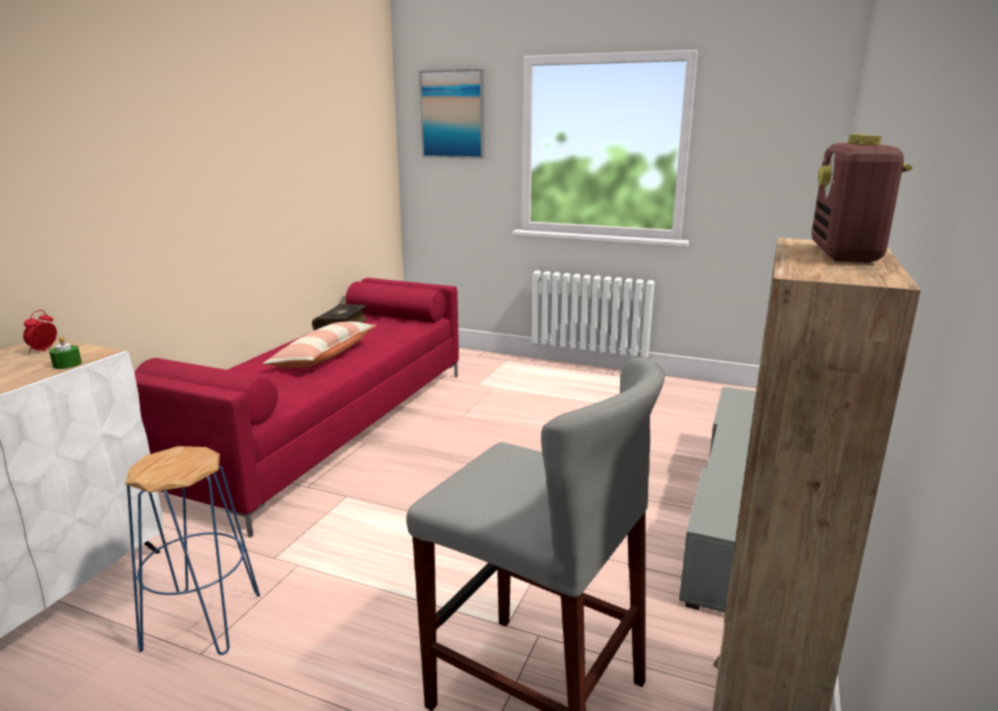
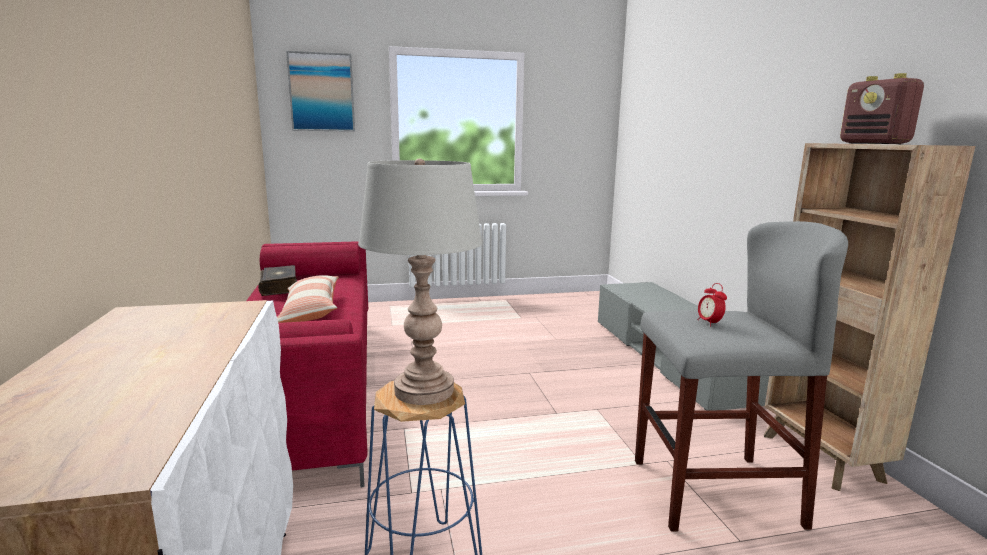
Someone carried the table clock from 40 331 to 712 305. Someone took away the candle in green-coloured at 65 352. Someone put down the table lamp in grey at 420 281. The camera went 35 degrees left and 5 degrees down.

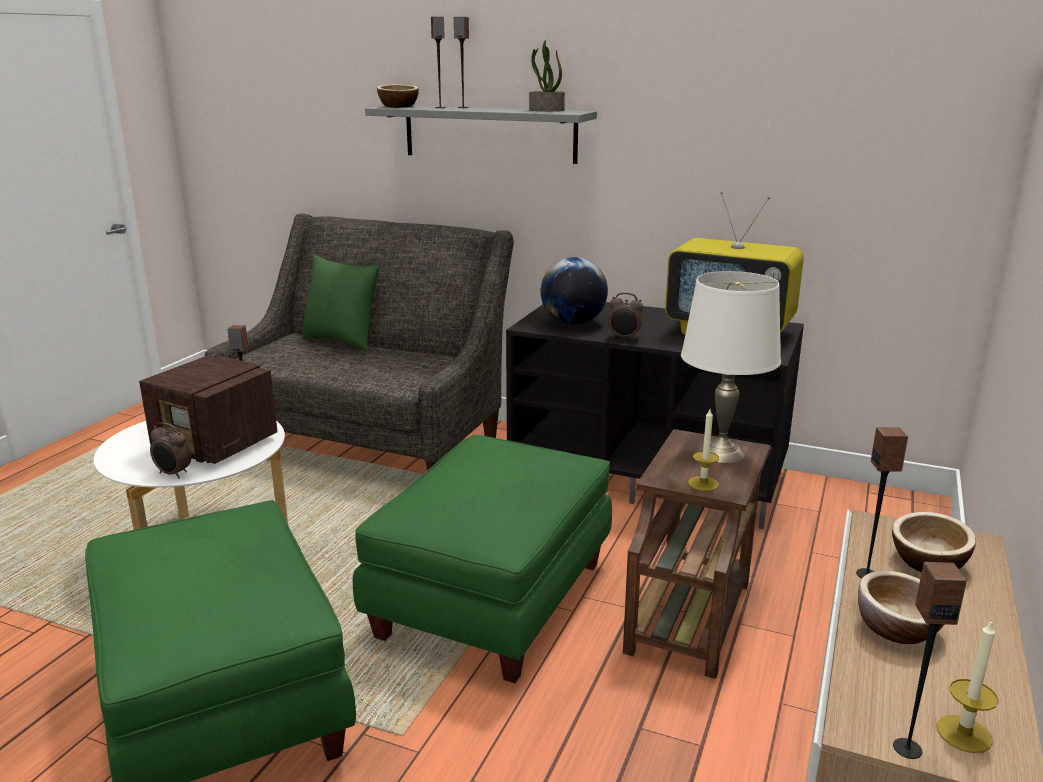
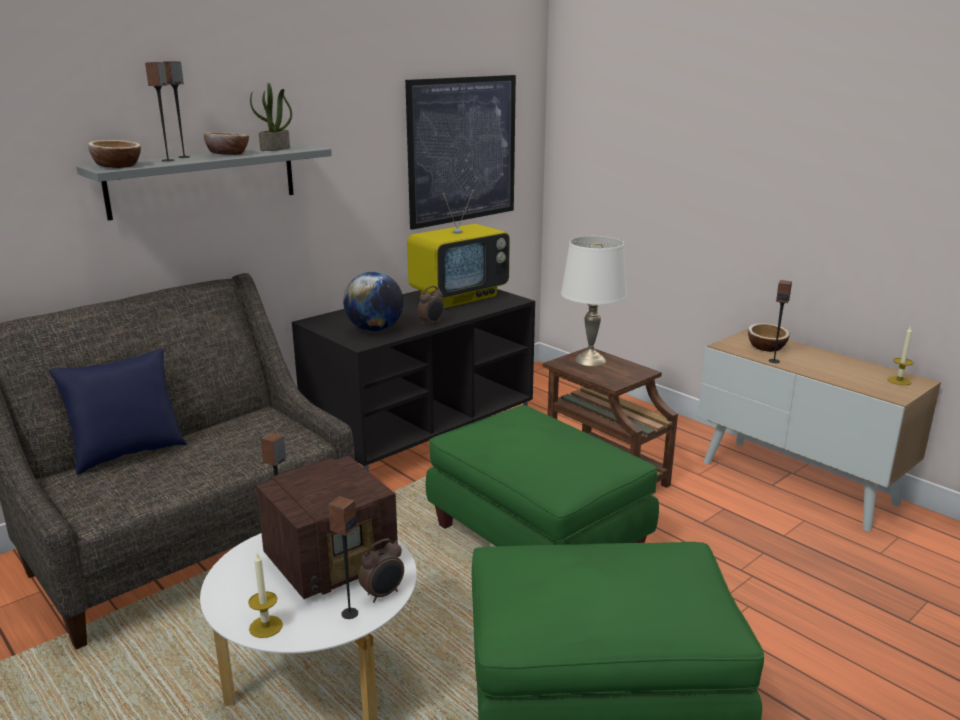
Someone repainted the pillow in green-coloured at 341 303, which became the pillow in blue at 118 411. Someone carried the candle from 703 450 to 265 595. Someone carried the deep dish from 901 607 to 226 143. Someone carried the speaker from 930 660 to 343 557. Someone put up the picture at 460 152. The camera went 65 degrees left and 0 degrees up.

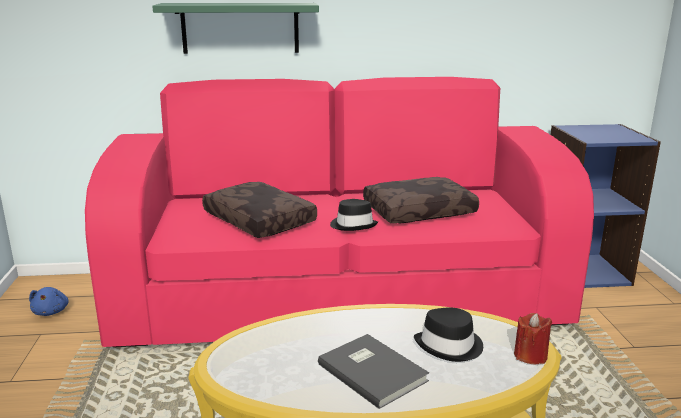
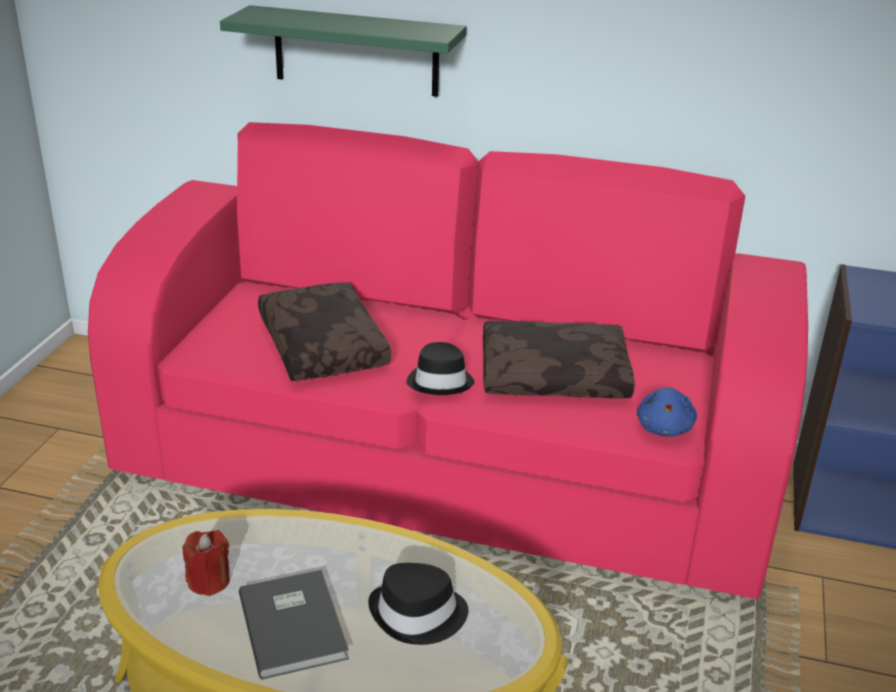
Someone carried the cuddly toy in blue from 49 301 to 667 412. Someone carried the candle in red from 533 338 to 206 563. The camera went 20 degrees right and 10 degrees up.

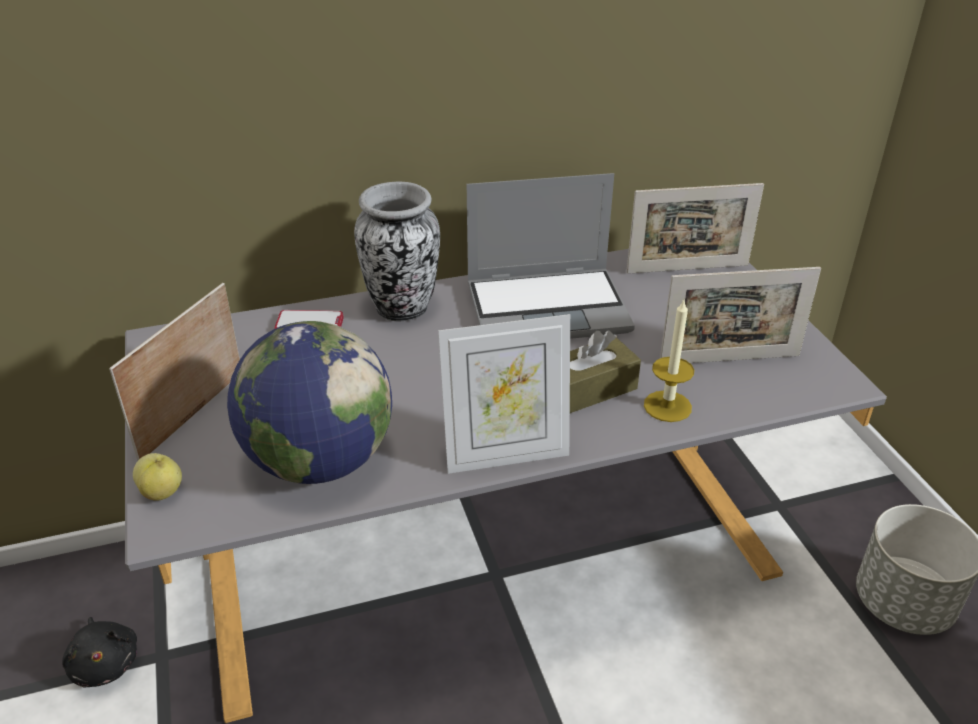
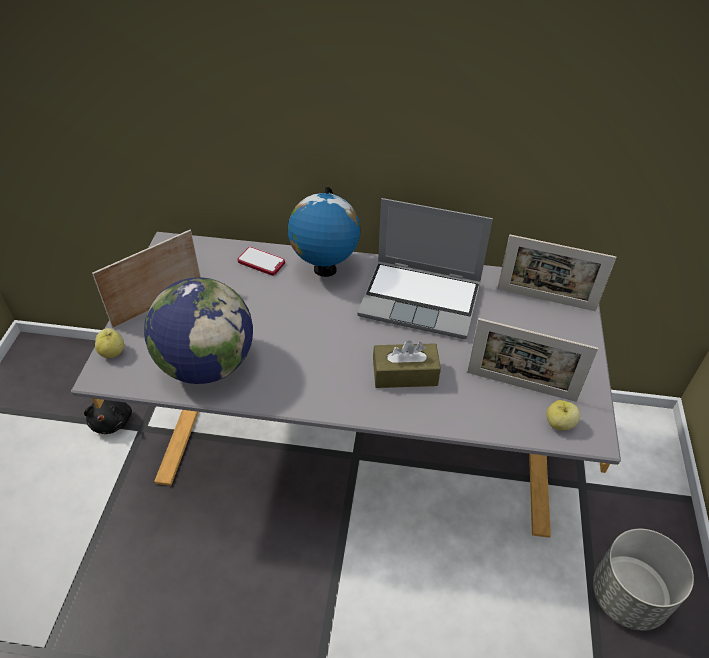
Someone swapped the flower vase at 397 251 for the desk globe at 324 232. Someone took away the standing frame at 504 394. Someone took away the candle at 669 360. Someone put down the whole apple at 563 415. The camera went 25 degrees right and 10 degrees up.

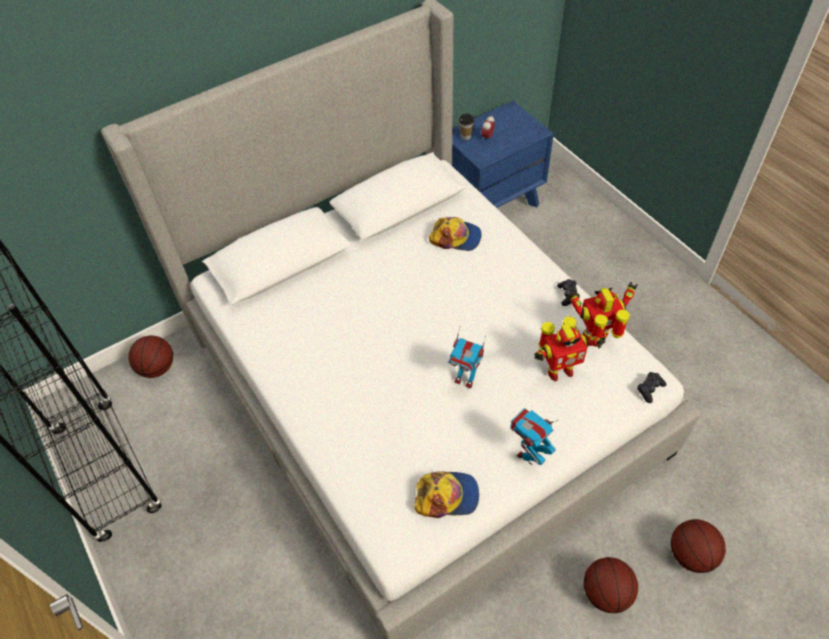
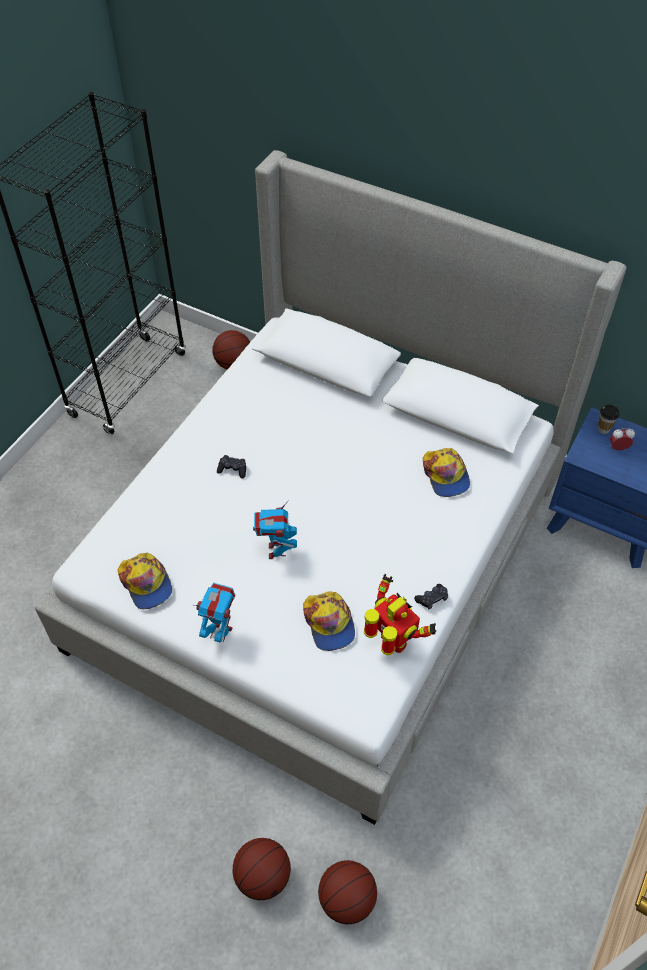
Someone swapped the model robot at 570 348 for the baseball cap at 329 621. Someone carried the basketball ball from 611 585 to 347 892. Someone carried the joypad in black-coloured from 651 387 to 231 467. The camera went 60 degrees right and 0 degrees up.

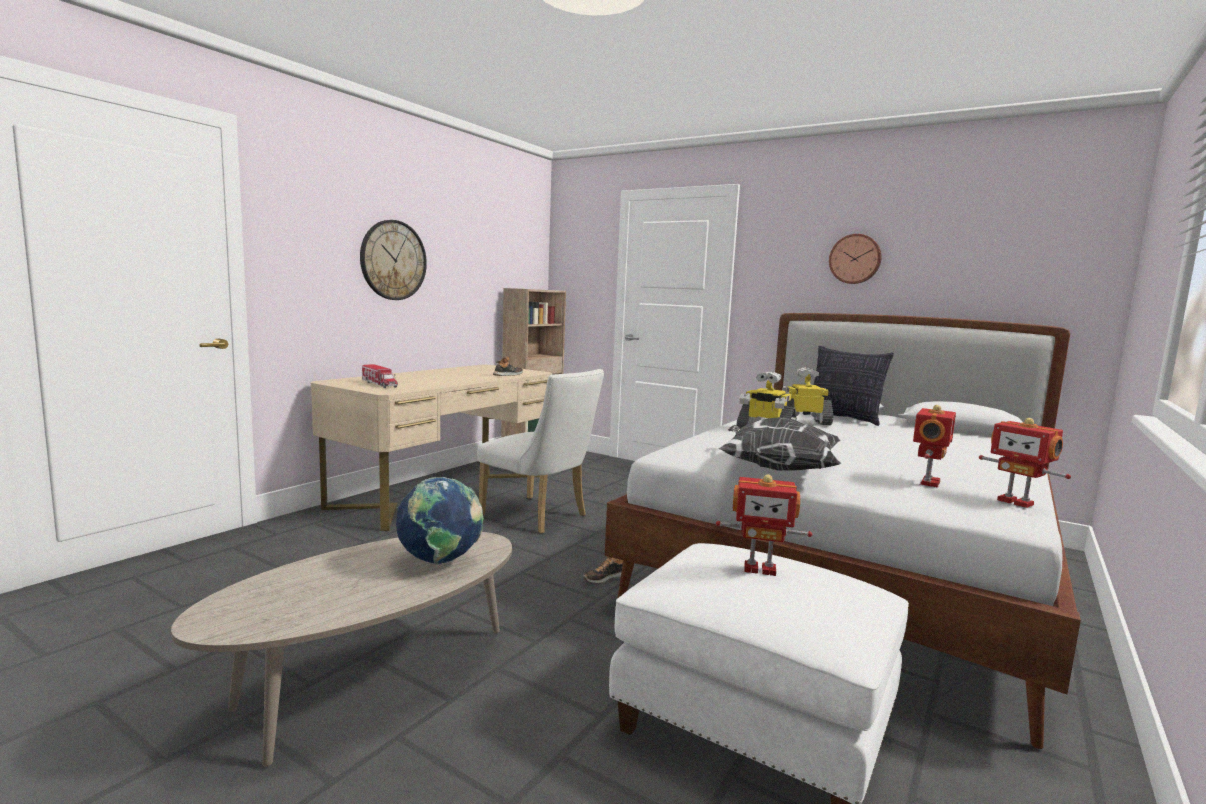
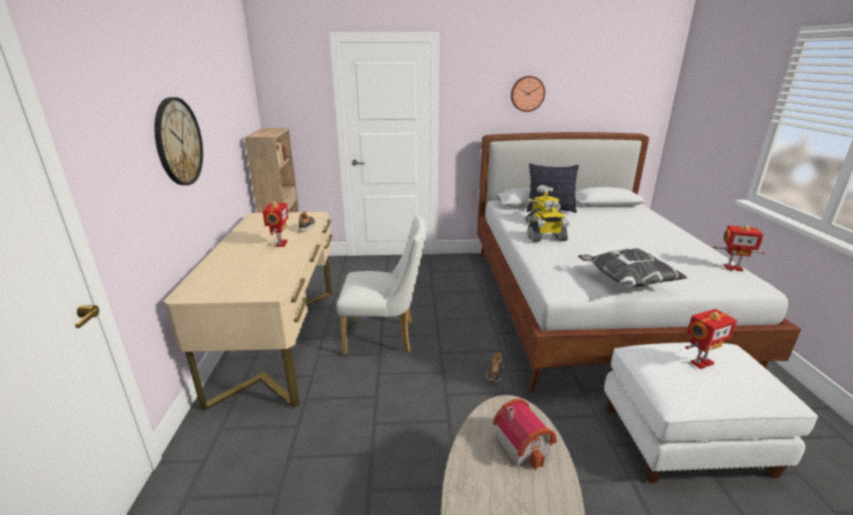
Someone took away the toy truck at 380 376. Someone swapped the desk globe at 440 521 for the toy house at 525 434. Someone carried the model robot from 934 446 to 276 224. The camera went 35 degrees left and 15 degrees up.

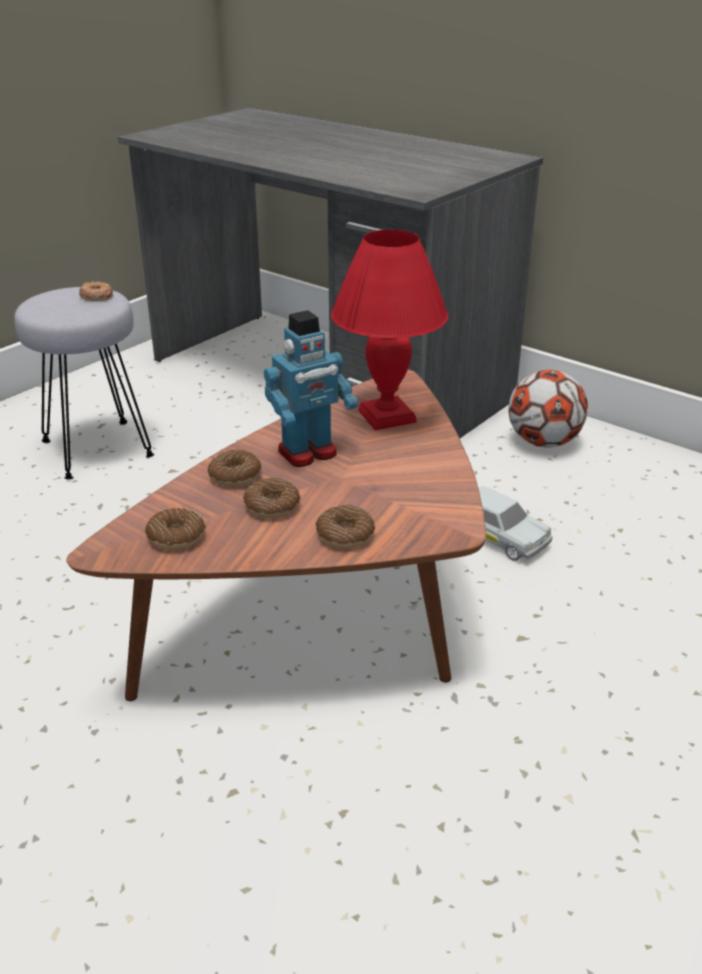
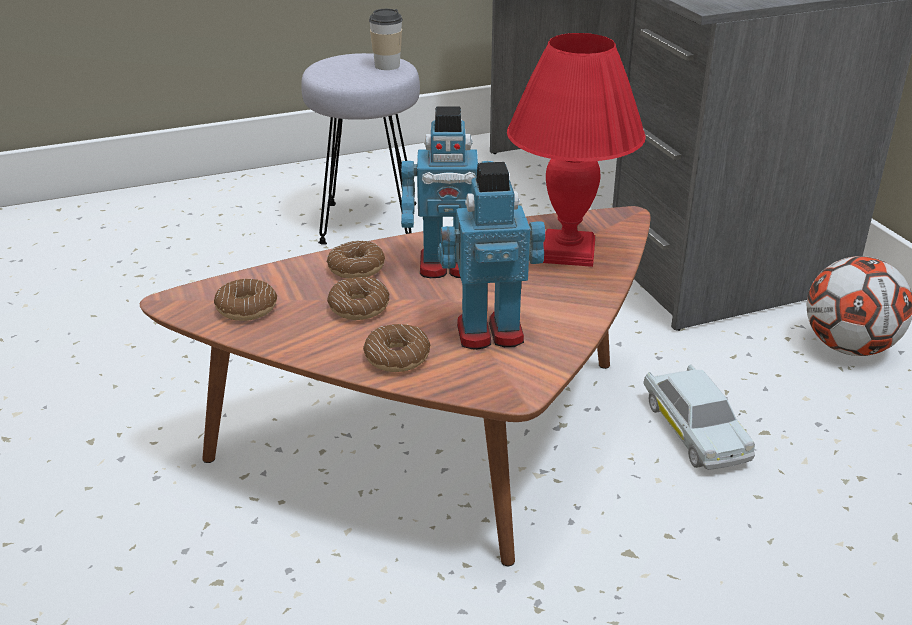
Someone swapped the doughnut at 96 291 for the drinking cup at 386 39. Someone put down the model robot at 491 256. The camera went 30 degrees right and 0 degrees up.

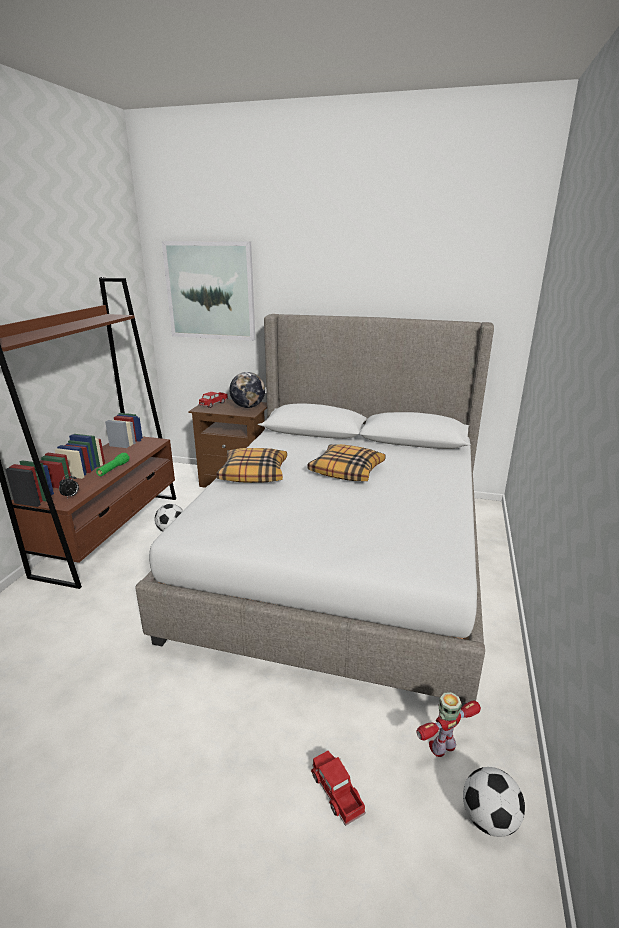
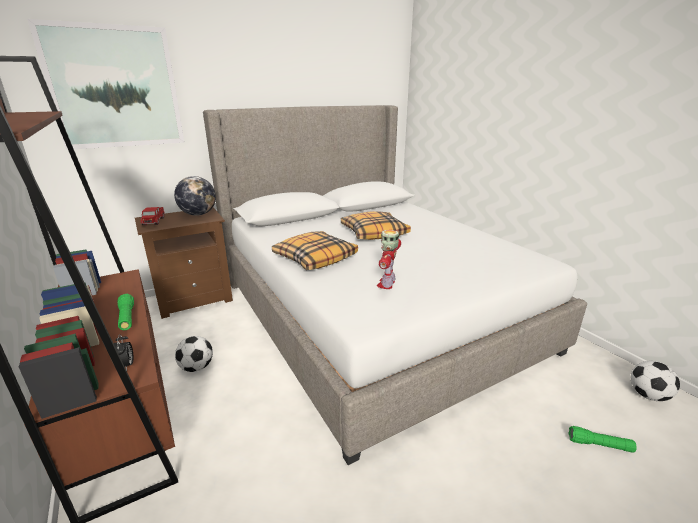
Someone swapped the toy truck at 338 788 for the torch in green-coloured at 602 439. Someone carried the model robot from 448 724 to 389 259. The camera went 45 degrees left and 0 degrees up.

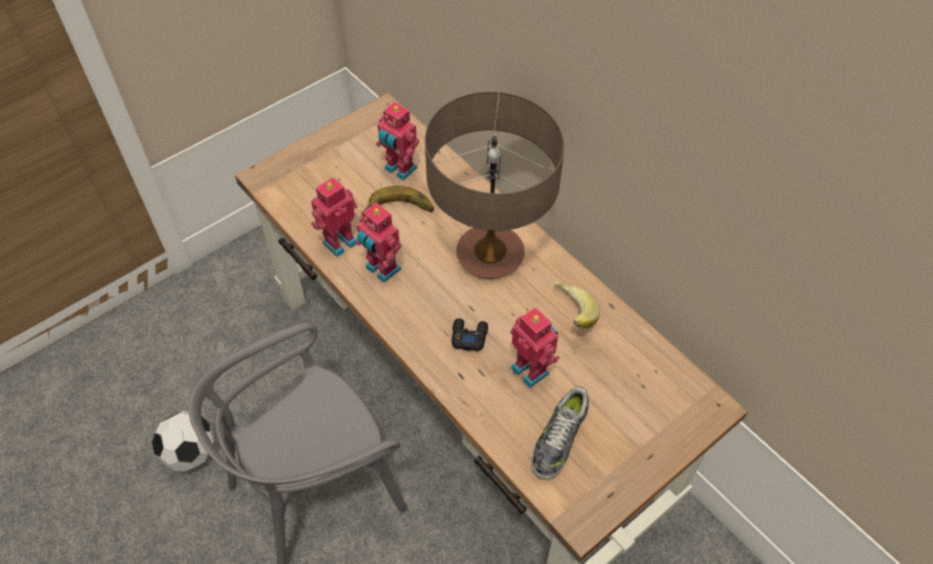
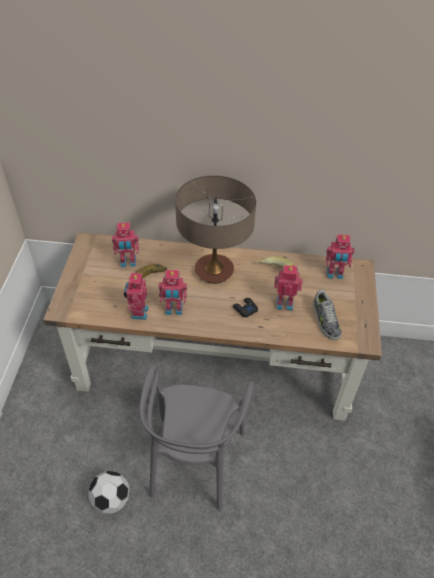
Someone put down the model robot at 340 256. The camera went 45 degrees left and 5 degrees down.

